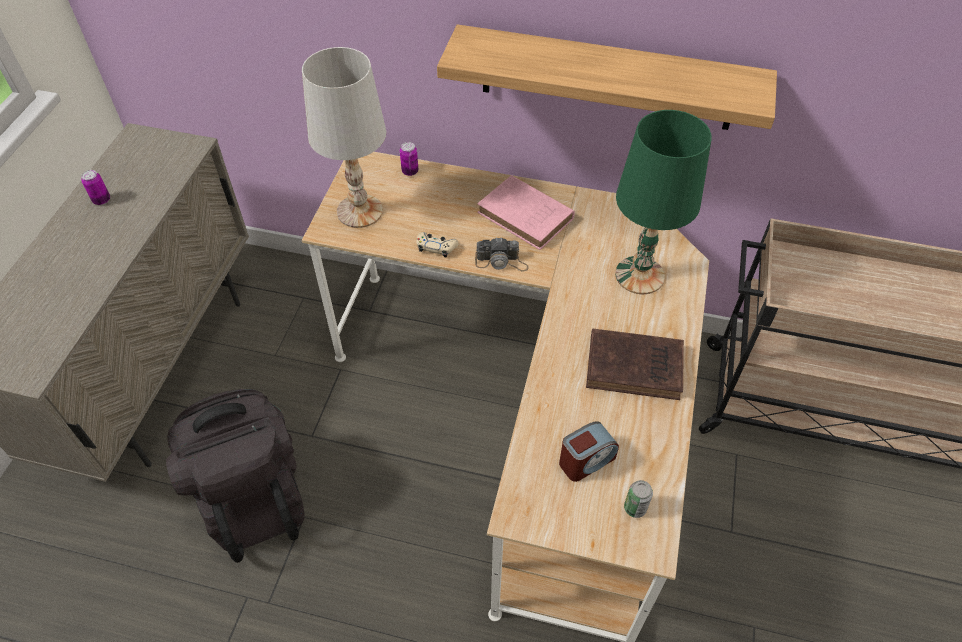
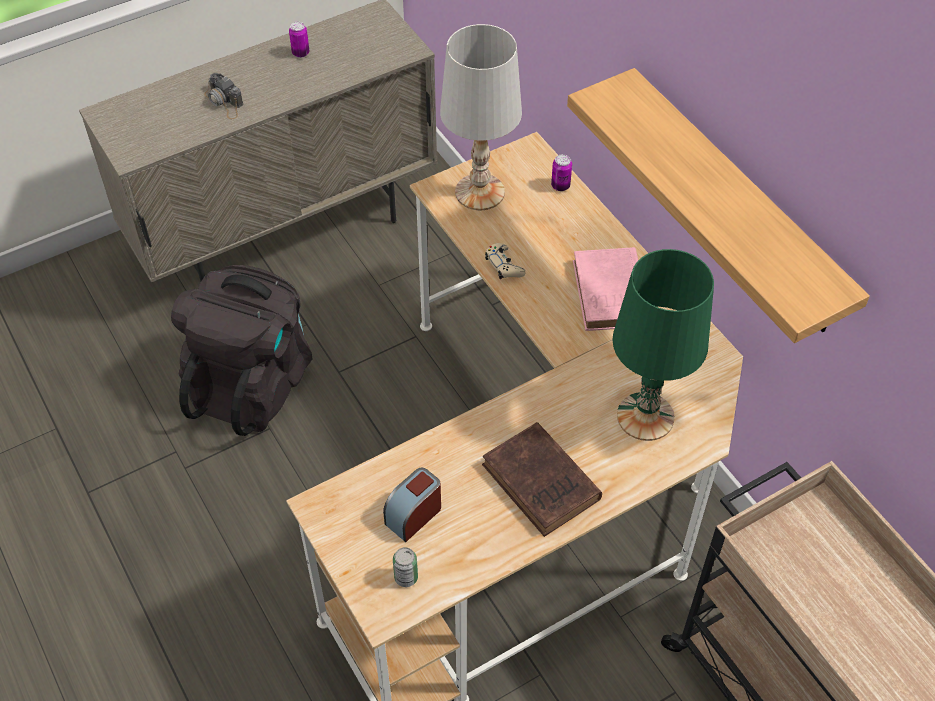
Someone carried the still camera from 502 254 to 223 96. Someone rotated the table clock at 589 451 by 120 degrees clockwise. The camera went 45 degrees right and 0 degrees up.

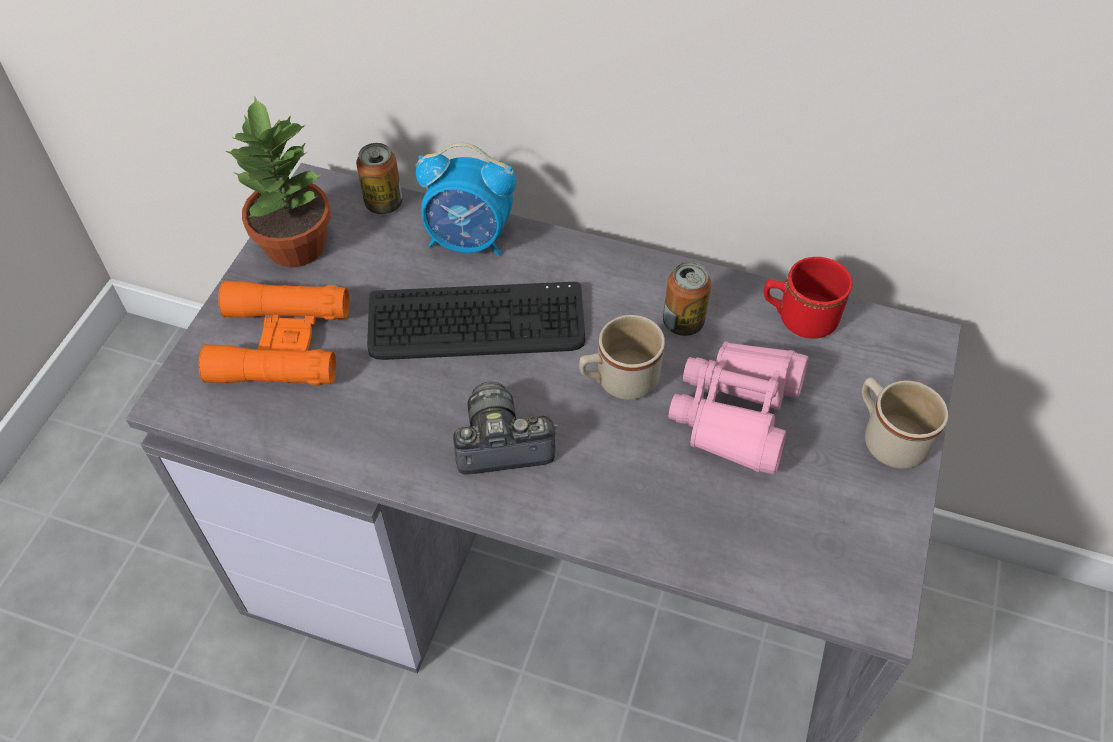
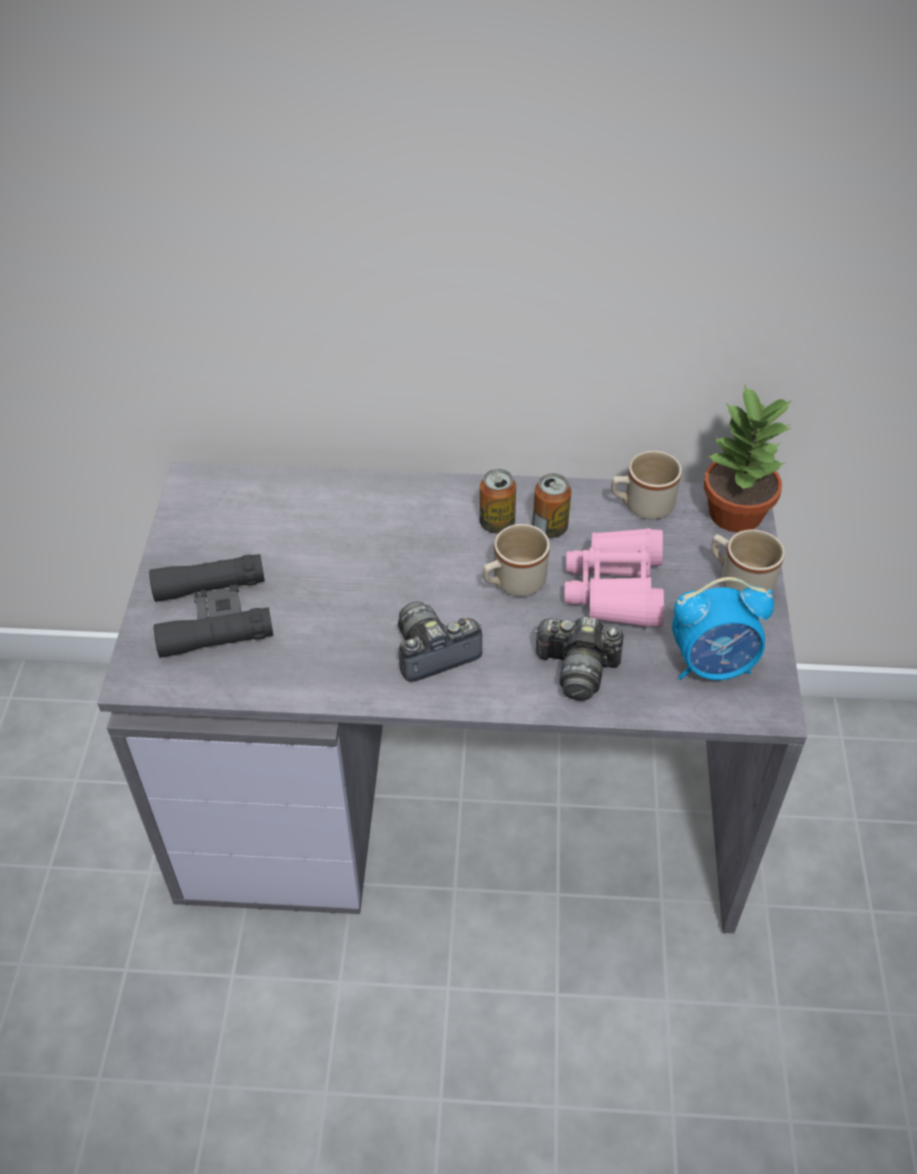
Someone repainted the field glasses in orange-coloured at 274 333, which became the field glasses in black-coloured at 211 606. Someone carried the houseplant from 278 182 to 747 459. Someone carried the sealed can from 379 178 to 498 501. Someone took away the PC keyboard at 476 321. Someone carried the table clock from 466 199 to 723 628. Someone repainted the tea mug in red at 808 298, which became the tea mug in sand-coloured at 646 485. Someone put down the still camera at 579 659. The camera went 15 degrees left and 5 degrees down.

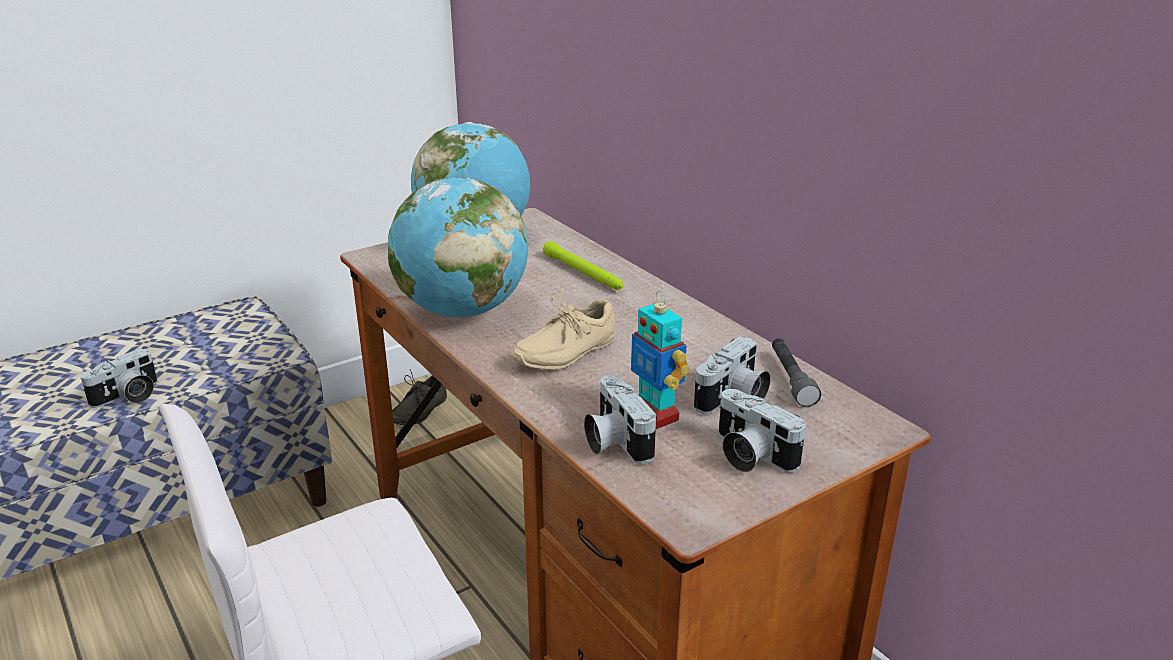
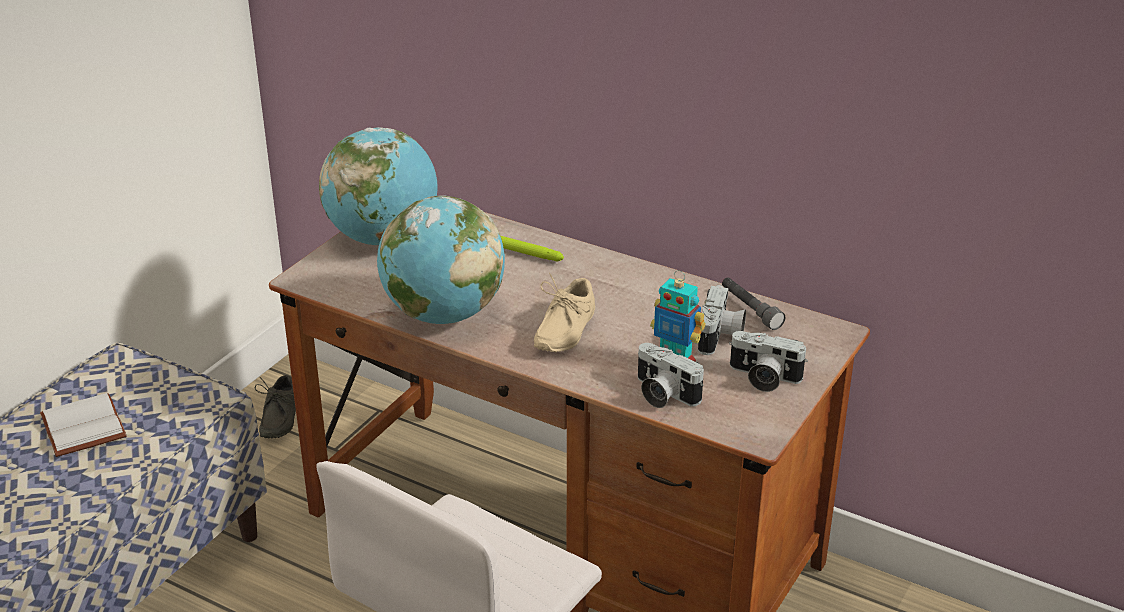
Someone took away the still camera at 119 378. Someone put down the bound book in whitish at 83 425. The camera went 25 degrees left and 5 degrees up.

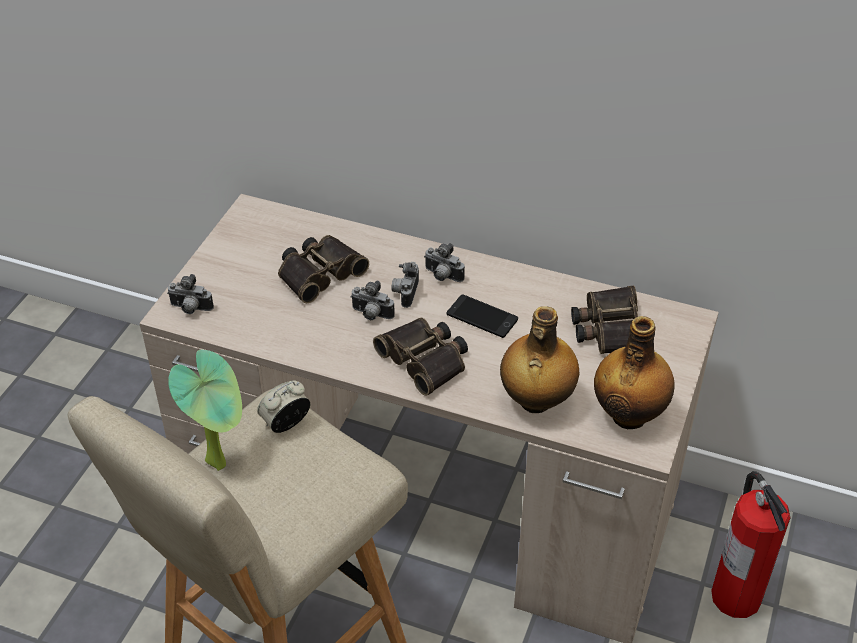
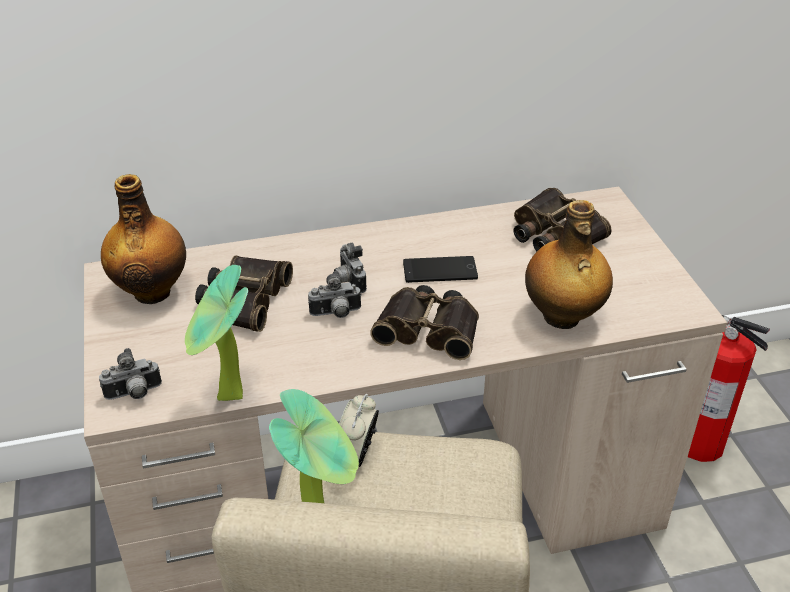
Someone took away the still camera at 444 262. Someone carried the beverage bottle from 634 372 to 143 239. Someone put down the houseplant at 216 333. The camera went 35 degrees left and 5 degrees down.

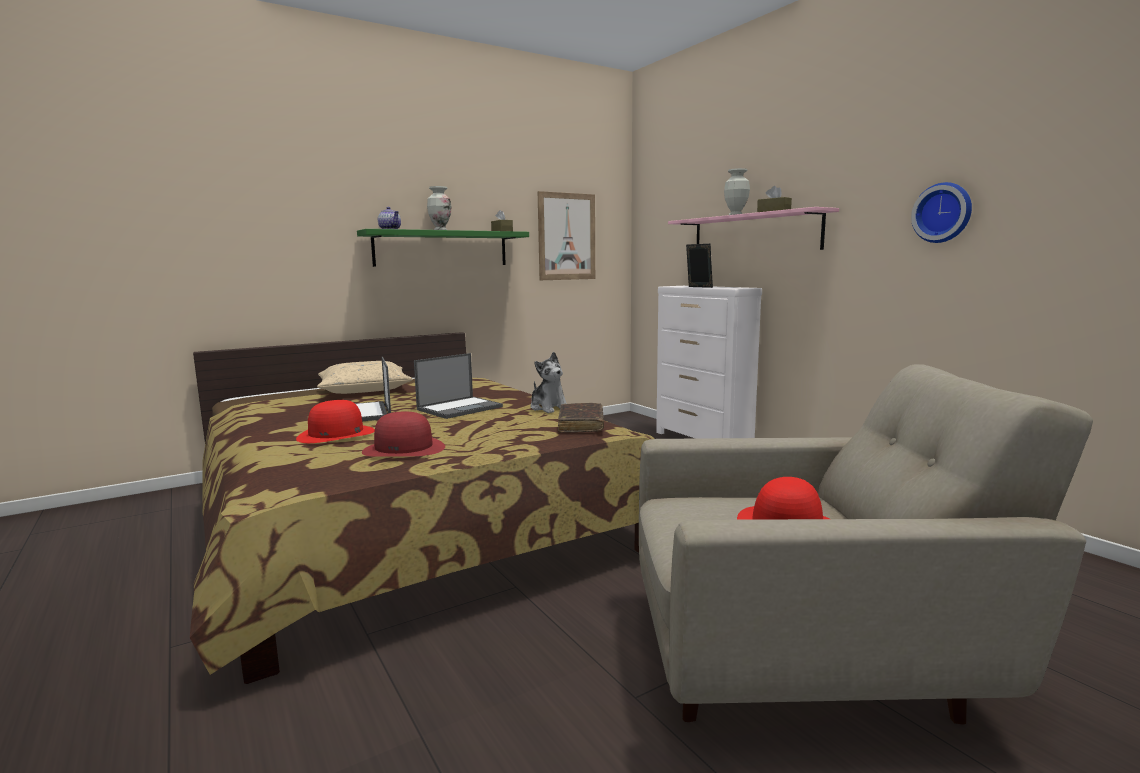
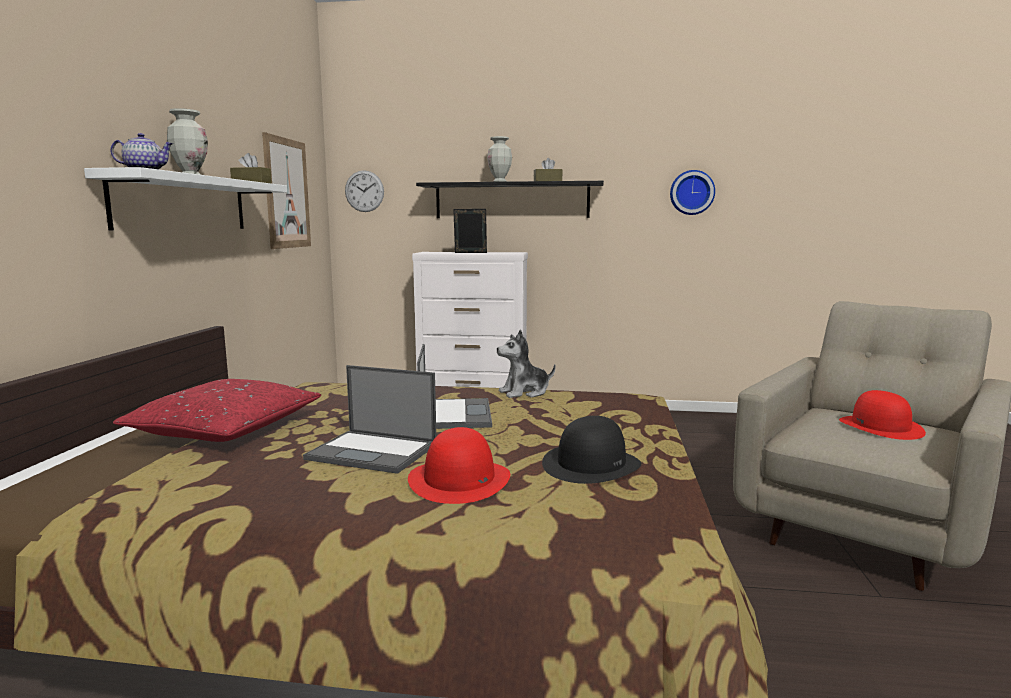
Someone repainted the pillow in sand-coloured at 365 377, which became the pillow in red at 217 410. Someone repainted the bracket shelf in green-coloured at 443 248, which became the bracket shelf in whitish at 185 199. Someone repainted the clothing hat in red at 403 434, which became the clothing hat in black-coloured at 592 450. Someone rotated the cuddly toy at 548 382 by 150 degrees clockwise. Someone took away the bound book in brown-coloured at 581 418. Someone repainted the bracket shelf in pink at 753 228, which became the bracket shelf in black-coloured at 510 199. Someone put up the hanging clock at 364 191. The camera went 50 degrees left and 0 degrees up.

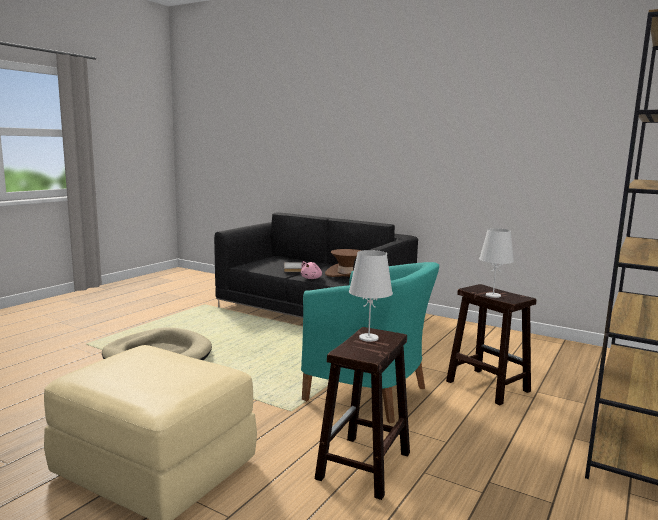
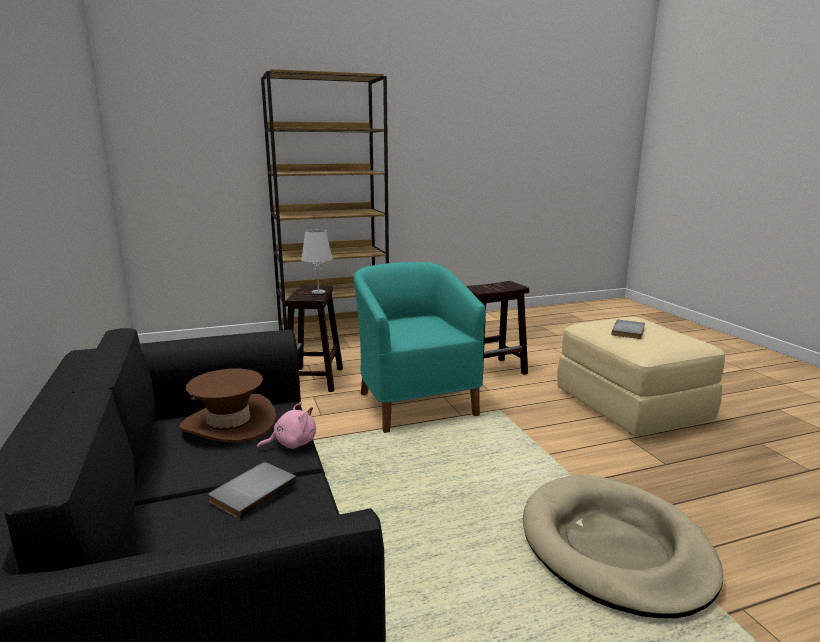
Someone took away the table lamp in whitish at 371 296. Someone put down the bound book in grey at 628 329. The camera went 140 degrees left and 5 degrees up.

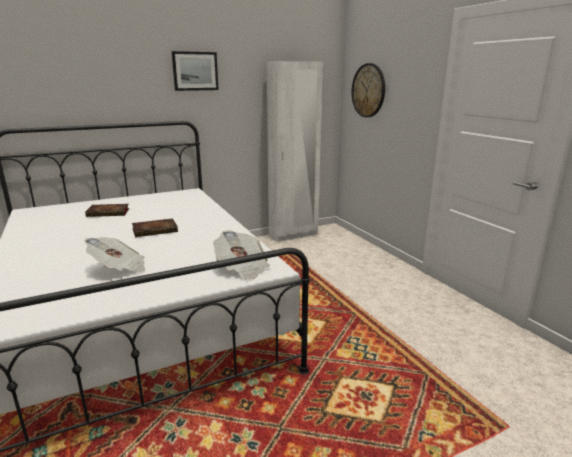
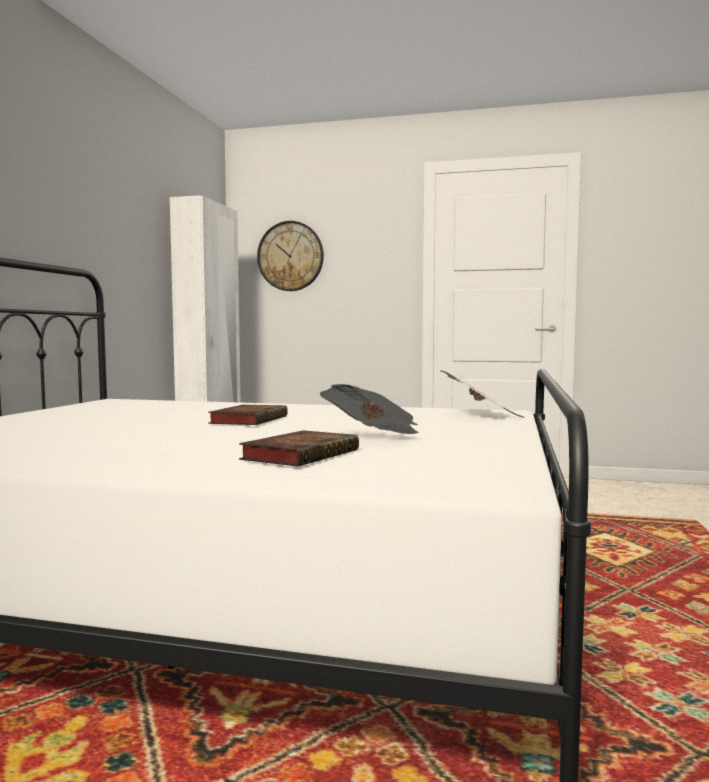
Someone carried the bound book from 107 210 to 299 448. Someone took away the picture at 195 71. The camera went 50 degrees left and 15 degrees down.

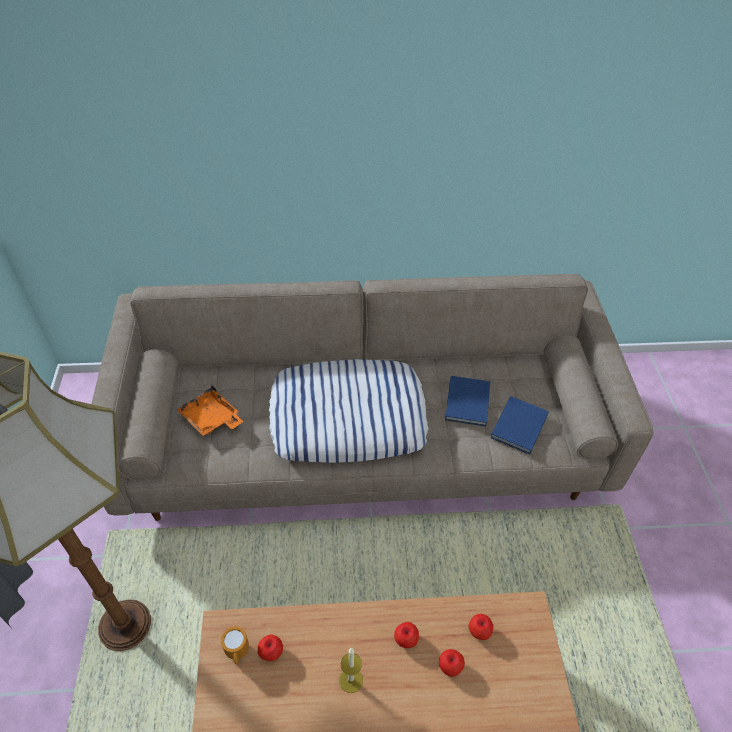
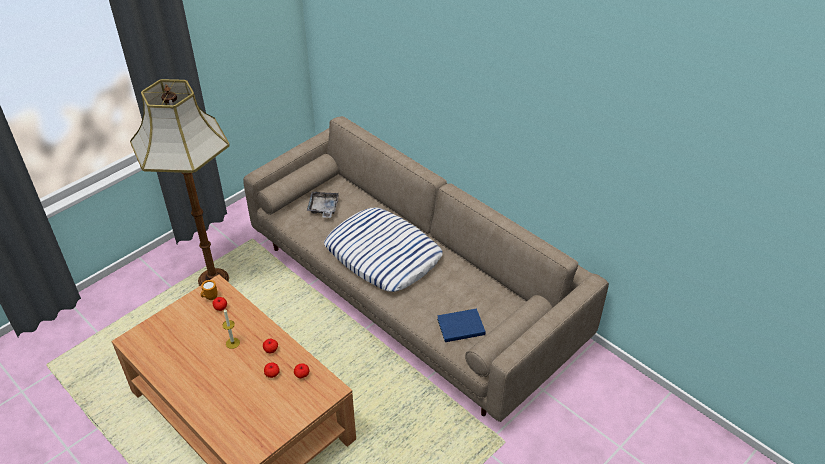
Someone repainted the serving tray in orange-coloured at 209 410, which became the serving tray in grey at 323 205. Someone took away the bound book in blue at 467 401. The camera went 50 degrees right and 5 degrees down.

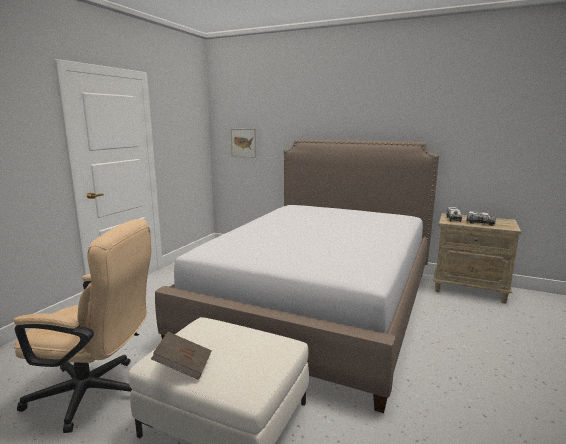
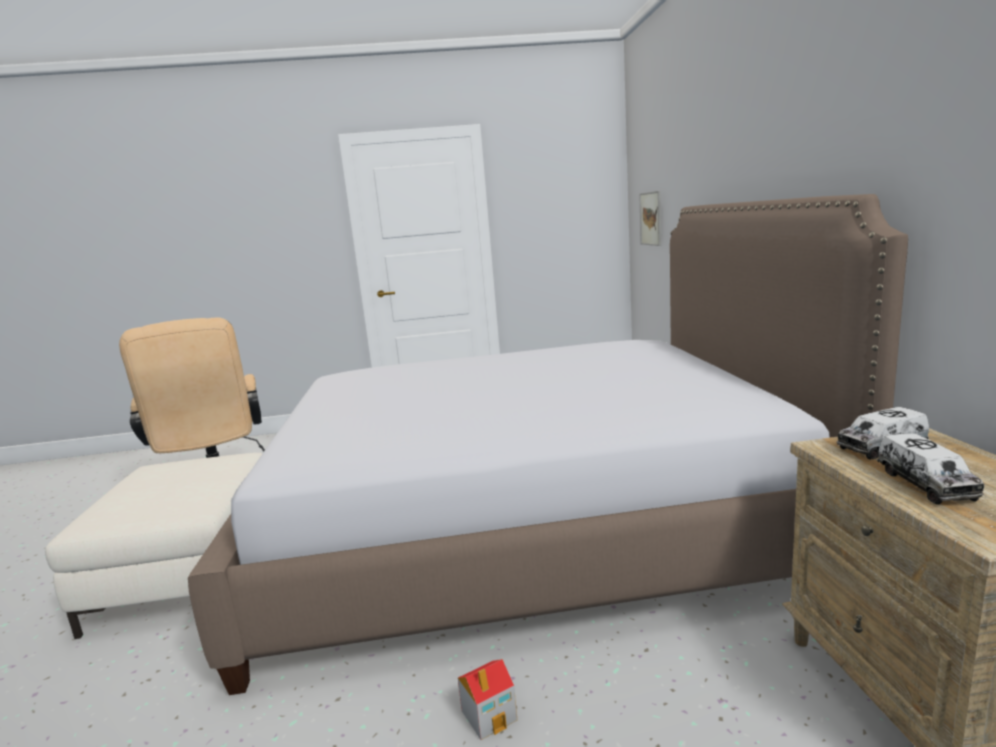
Someone took away the bound book in brown-coloured at 181 356. Someone put down the toy house at 487 699. The camera went 60 degrees right and 0 degrees up.

